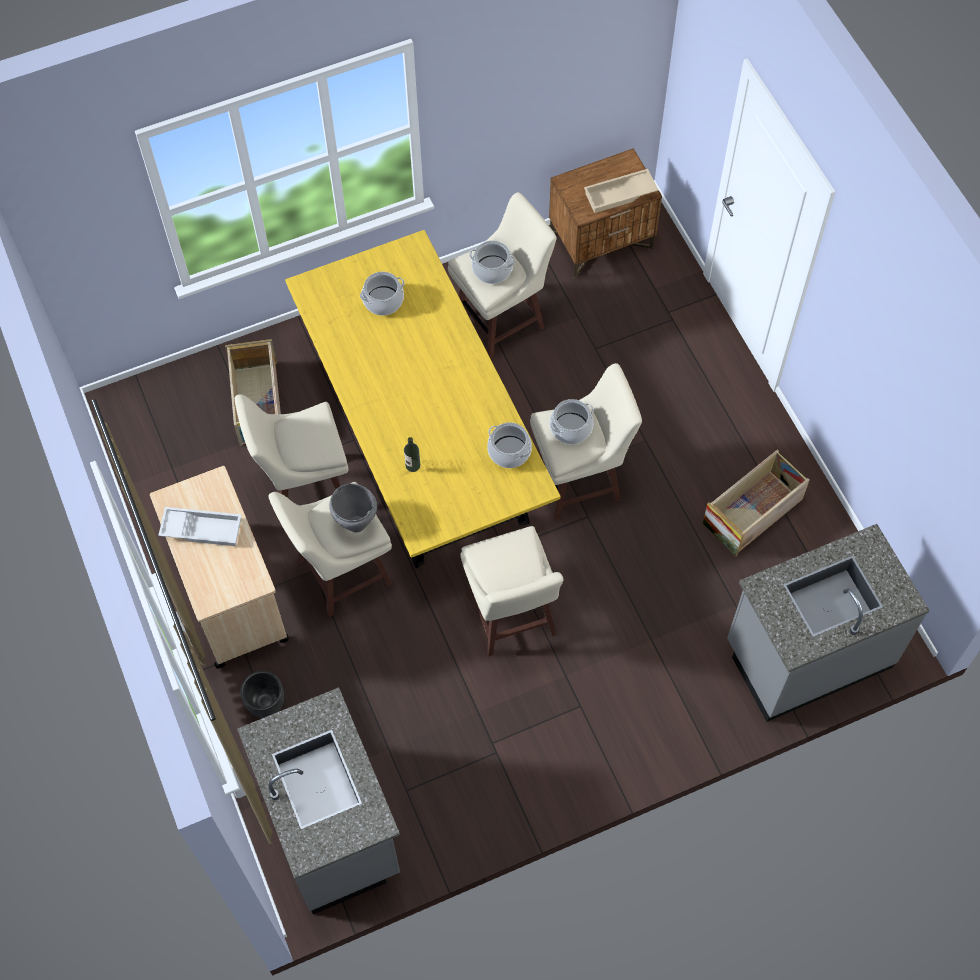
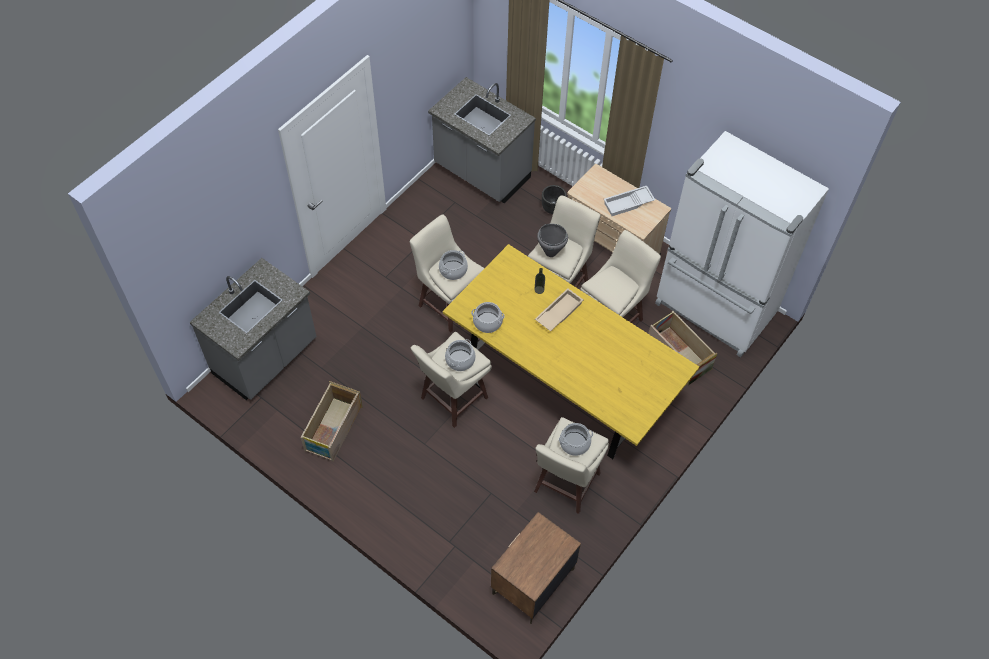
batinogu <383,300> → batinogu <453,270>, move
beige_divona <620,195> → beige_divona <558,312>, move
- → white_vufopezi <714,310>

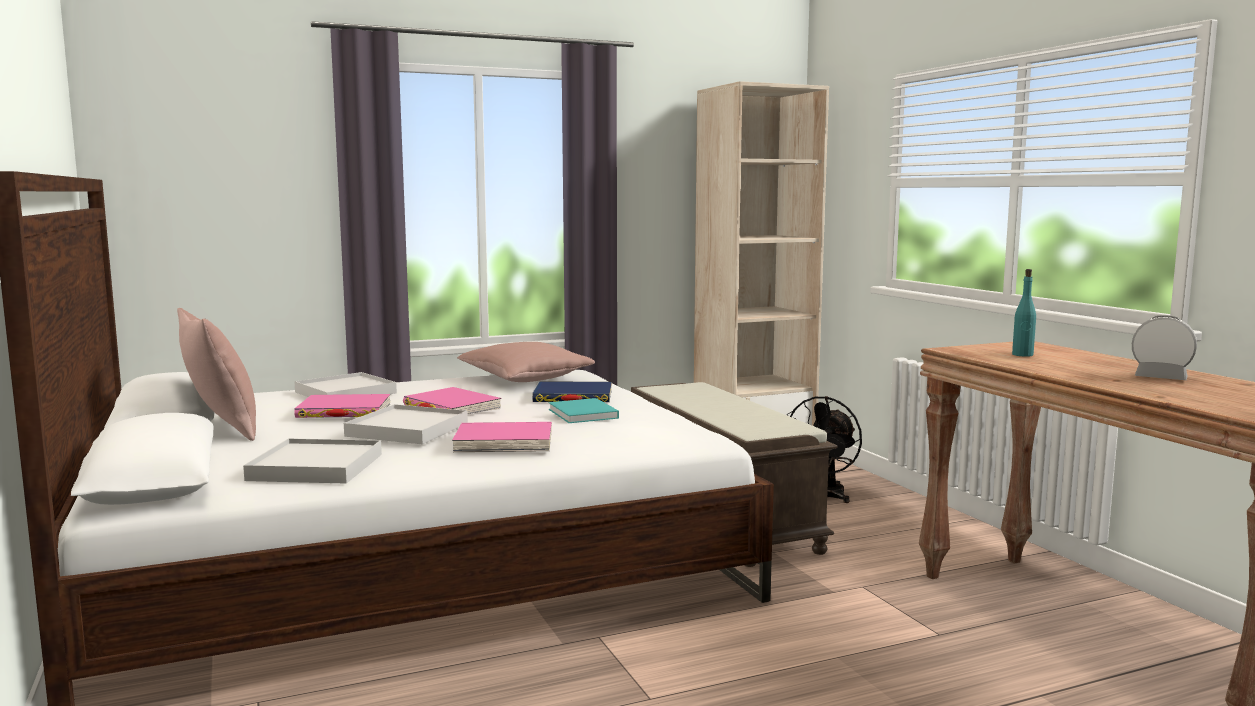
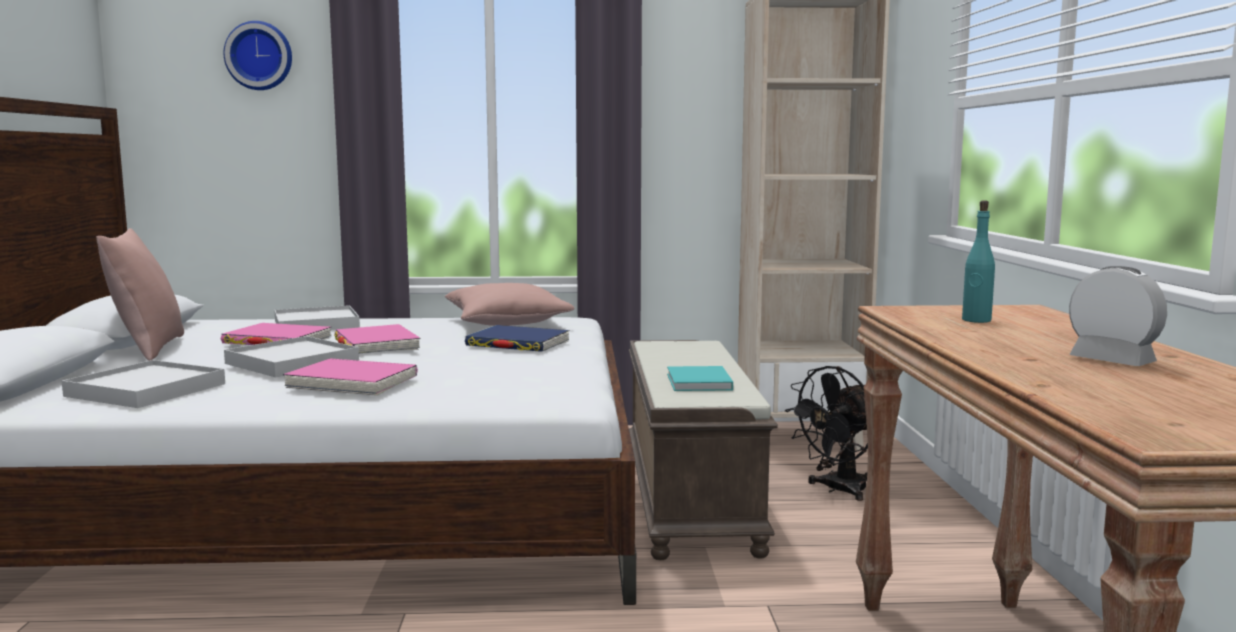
- → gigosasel <260,56>
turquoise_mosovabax <583,414> → turquoise_mosovabax <699,382>, move

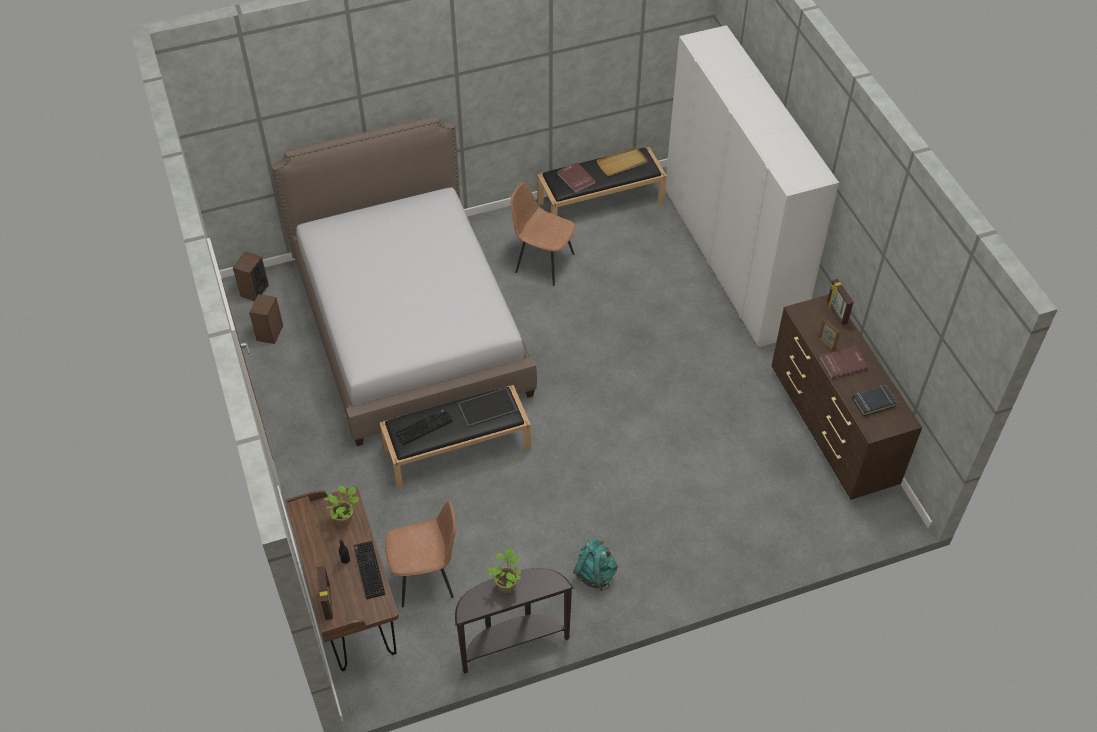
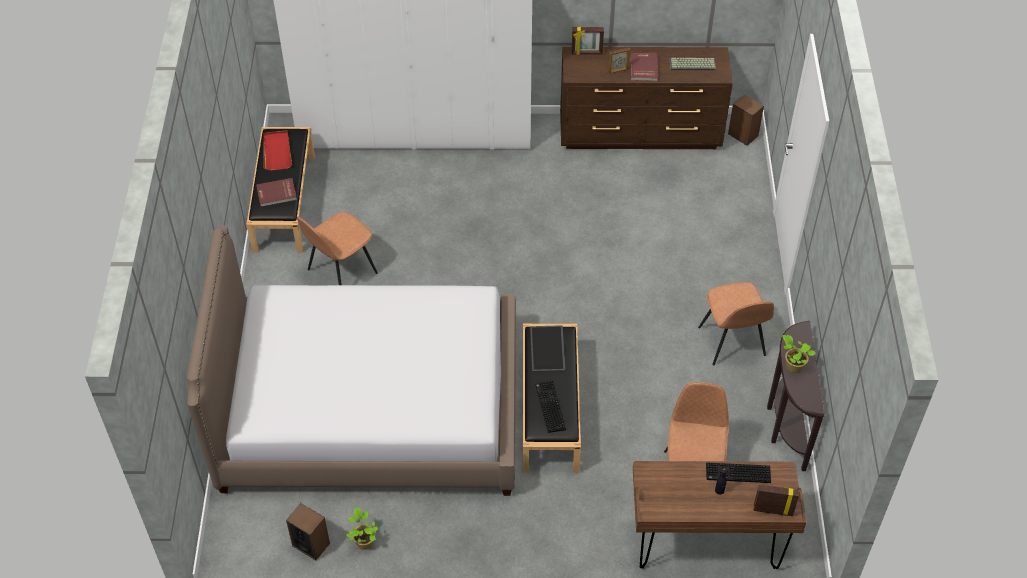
beige_divona <622,163> → red_divona <277,151>
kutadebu <344,518> → kutadebu <364,541>, move
black_mosovabax <873,402> → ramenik <692,65>
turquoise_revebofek <595,574> → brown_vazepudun <732,343>
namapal <254,290> → namapal <743,135>, move

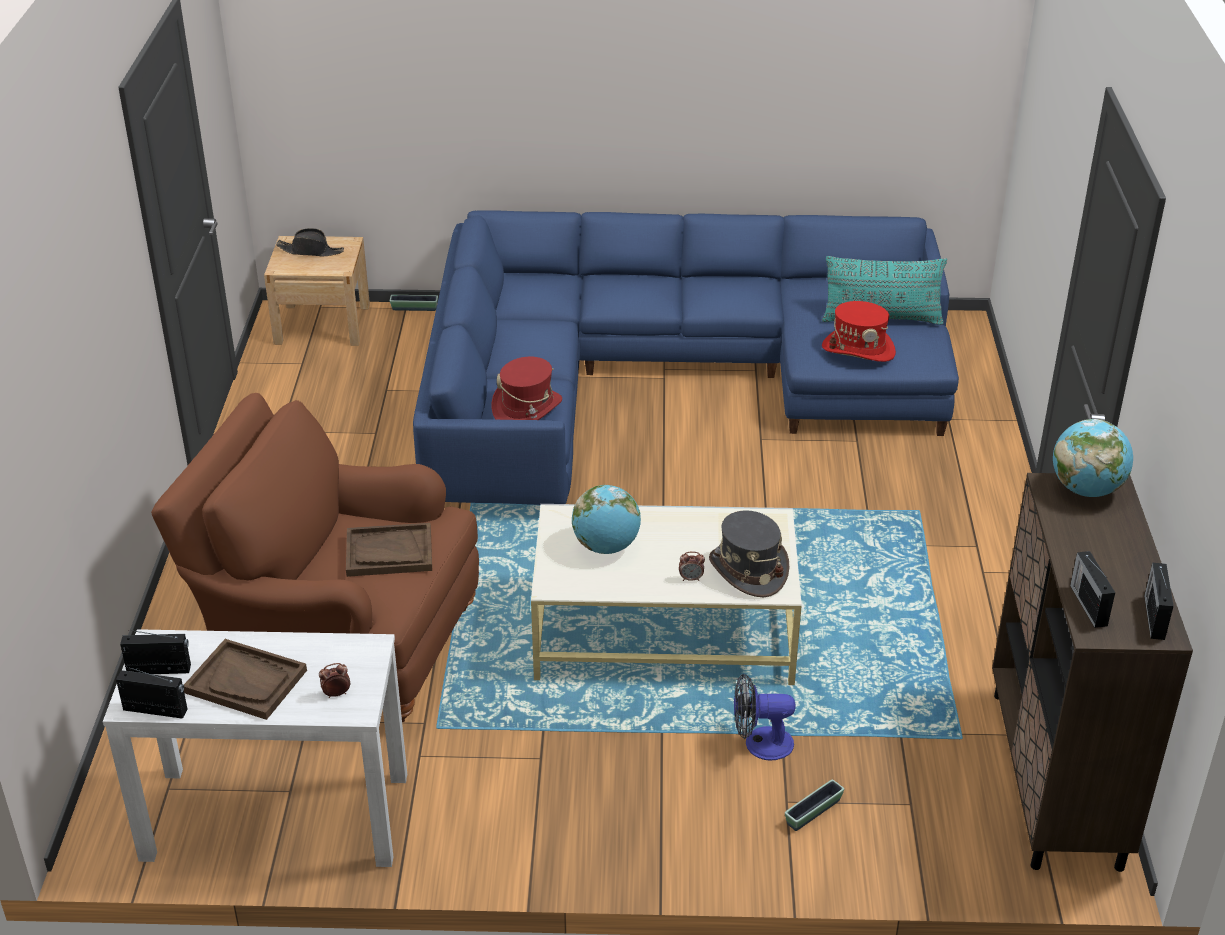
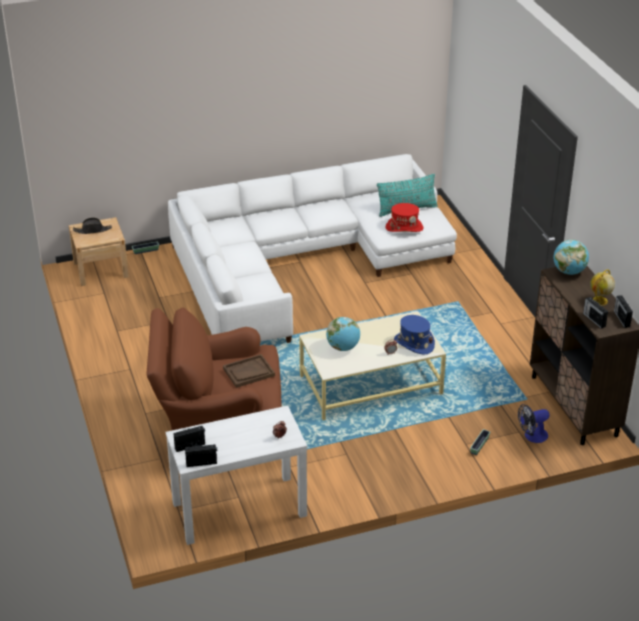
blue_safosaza <664,380> → white_safosaza <300,262>
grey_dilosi <748,570> → blue_dilosi <414,343>
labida <760,743> → labida <532,436>, move
- → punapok <599,301>
brown_divona <246,681> → -
red_dilosi <527,409> → -

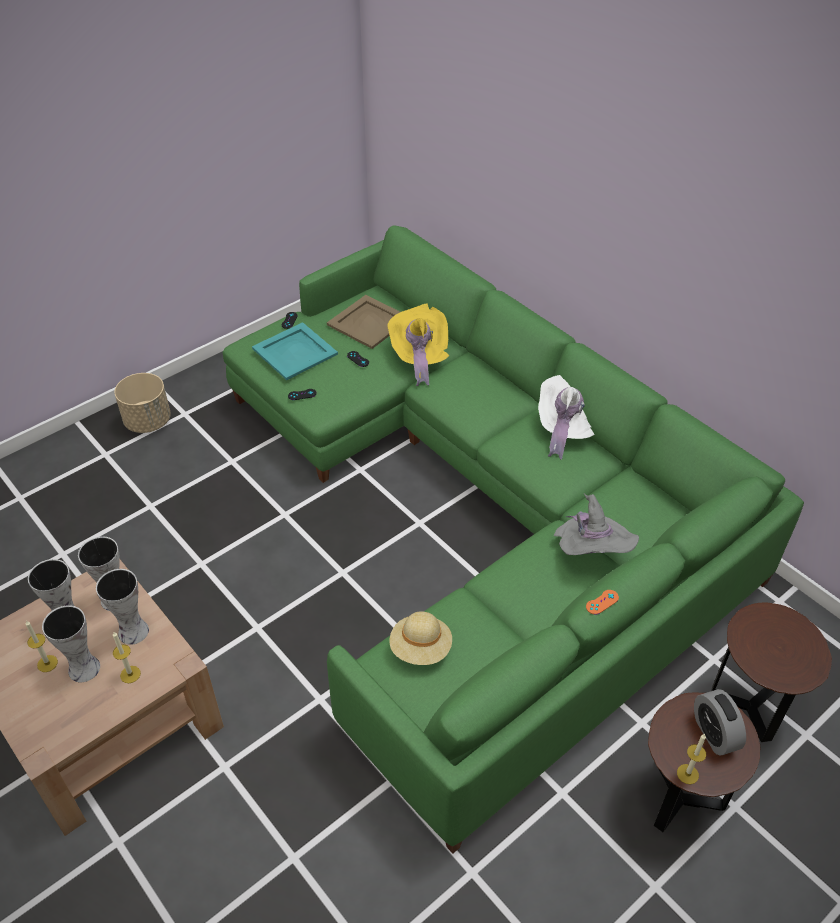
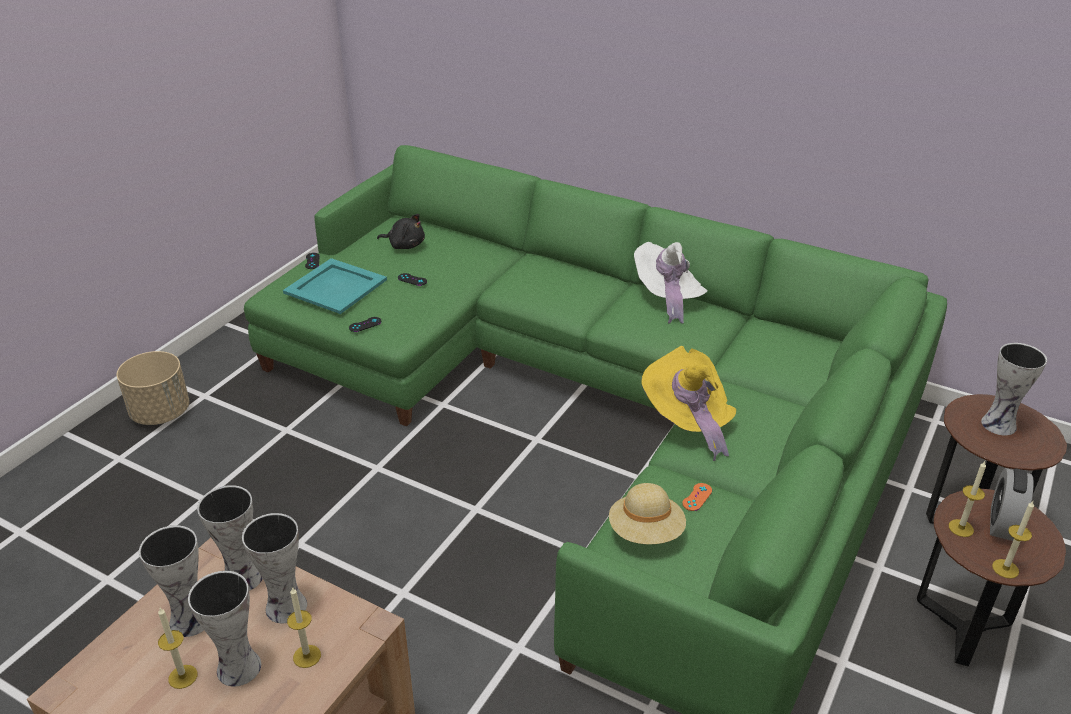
beige_divona <368,321> → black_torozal <405,245>
yellow_dilosi <419,357> → yellow_dilosi <688,422>, move
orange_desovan <602,602> → orange_desovan <697,497>, move
- → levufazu <961,528>
- → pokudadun <1000,425>
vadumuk <714,733> → vadumuk <1003,523>, 60 degrees clockwise
grey_dilosi <590,553> → -

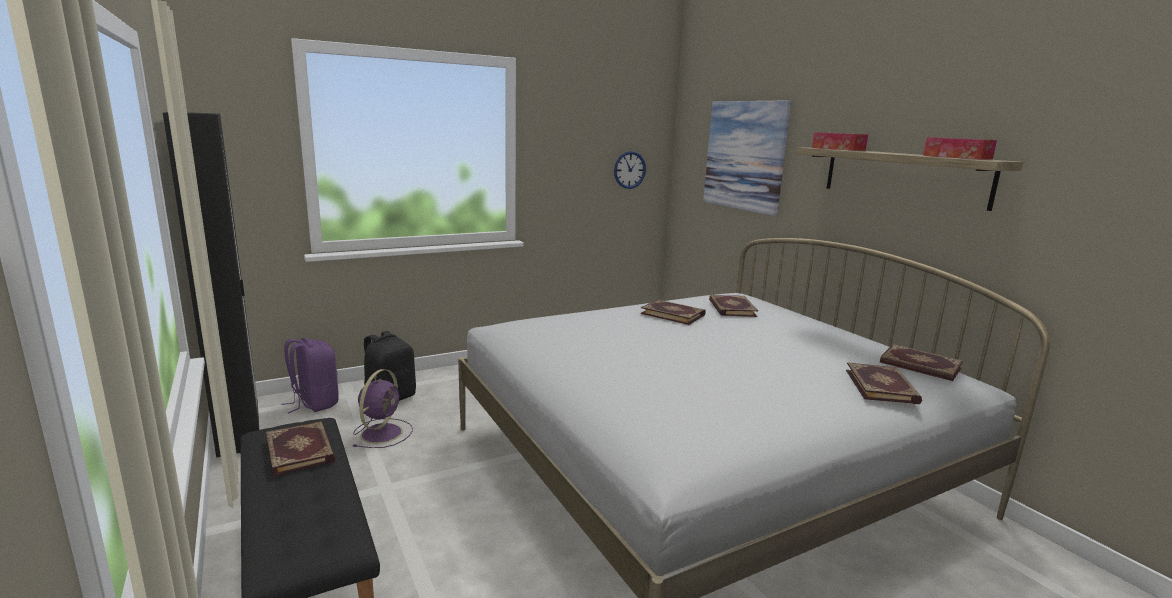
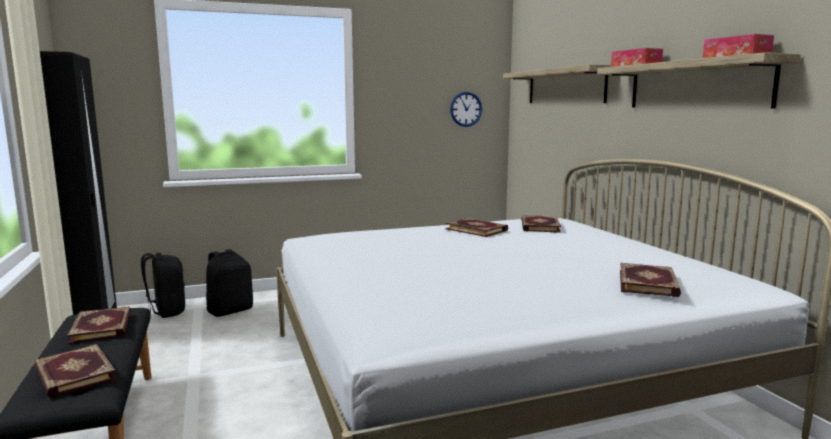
mosovabax <920,366> → mosovabax <73,374>, move
purple_revebofek <314,403> → black_revebofek <165,312>
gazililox <745,155> → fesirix <565,86>
purple_labida <382,432> → -

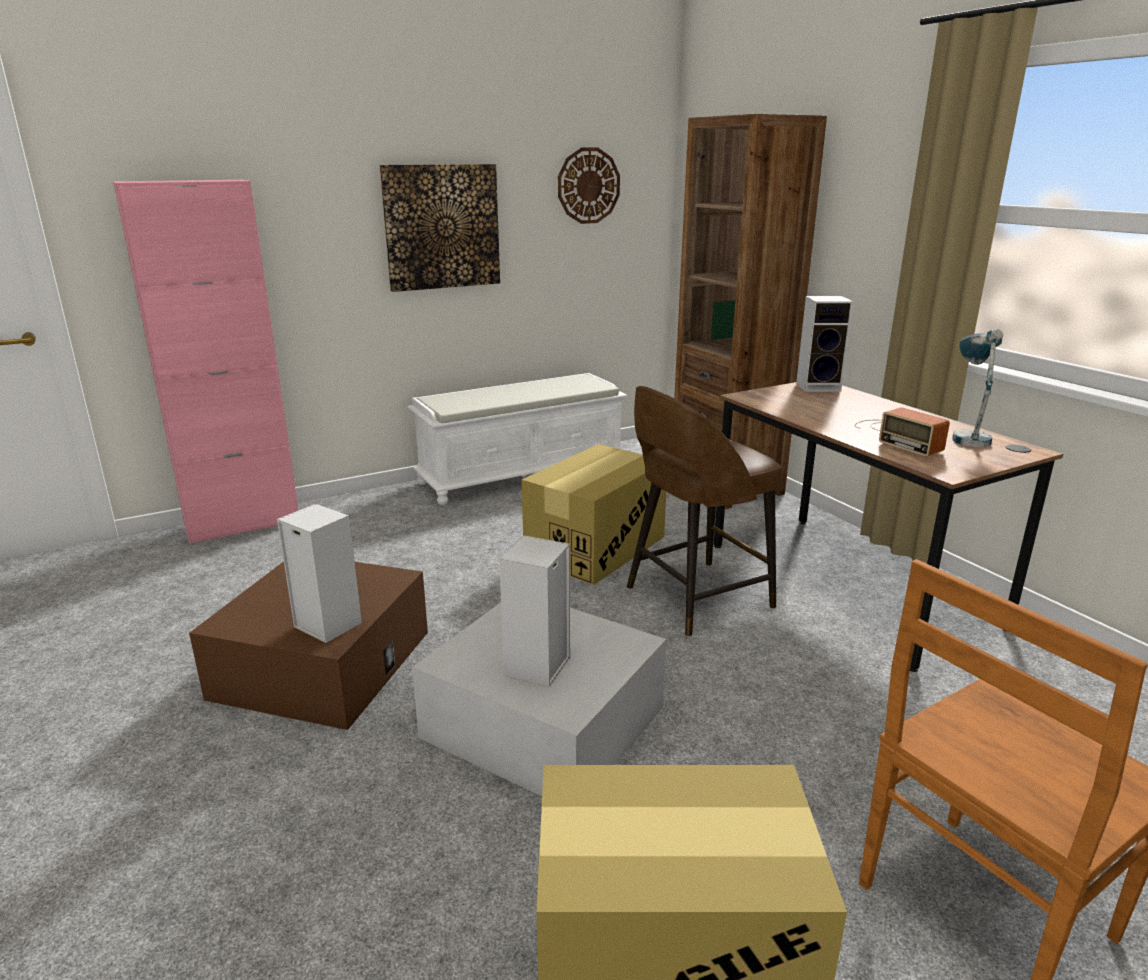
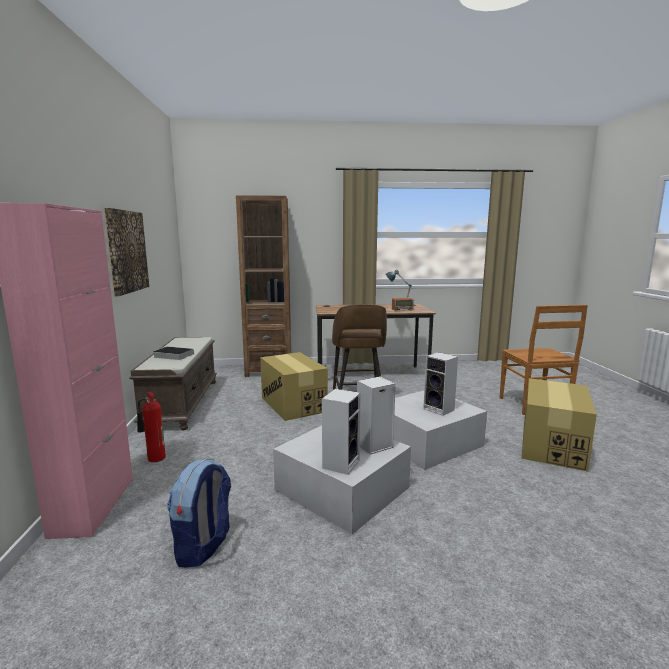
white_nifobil <522,474> → brown_nifobil <181,403>
- → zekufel <155,459>
- → mosovabax <172,355>
- → revebofek <204,546>
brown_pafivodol <323,664> → white_pafivodol <342,488>
namapal <819,386> → namapal <341,463>, move
gigosasel <588,186> → -

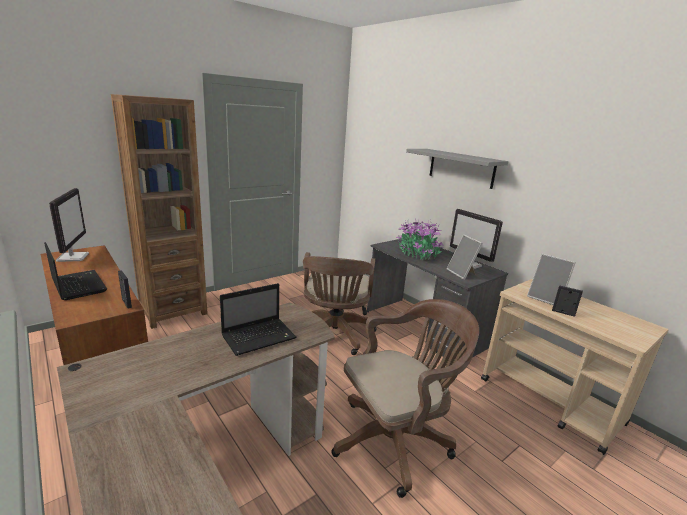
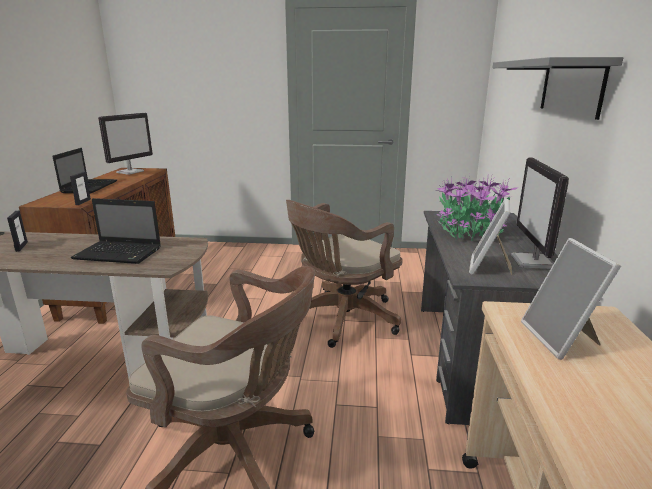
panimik <563,313> → panimik <21,246>, move
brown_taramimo <173,311> → -

